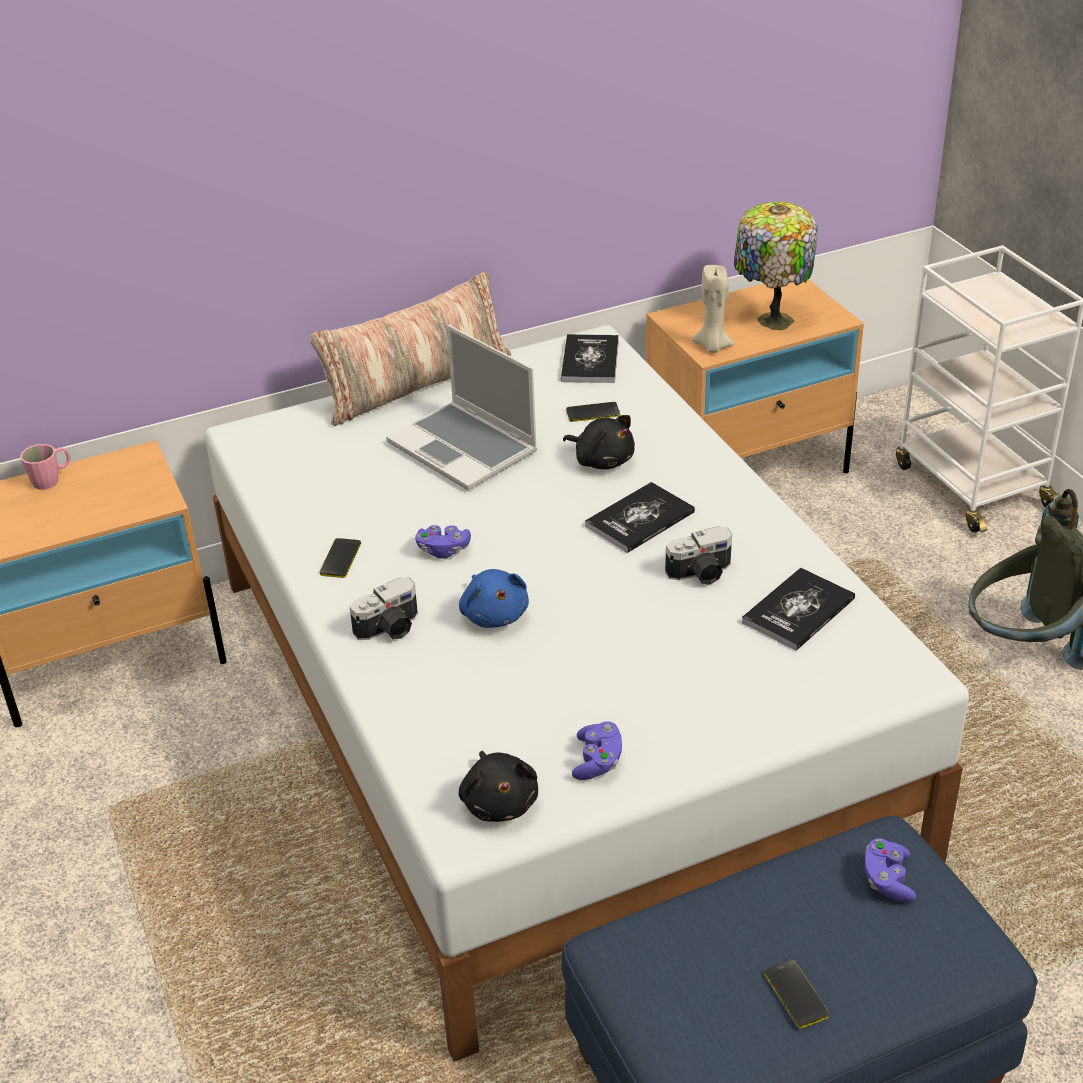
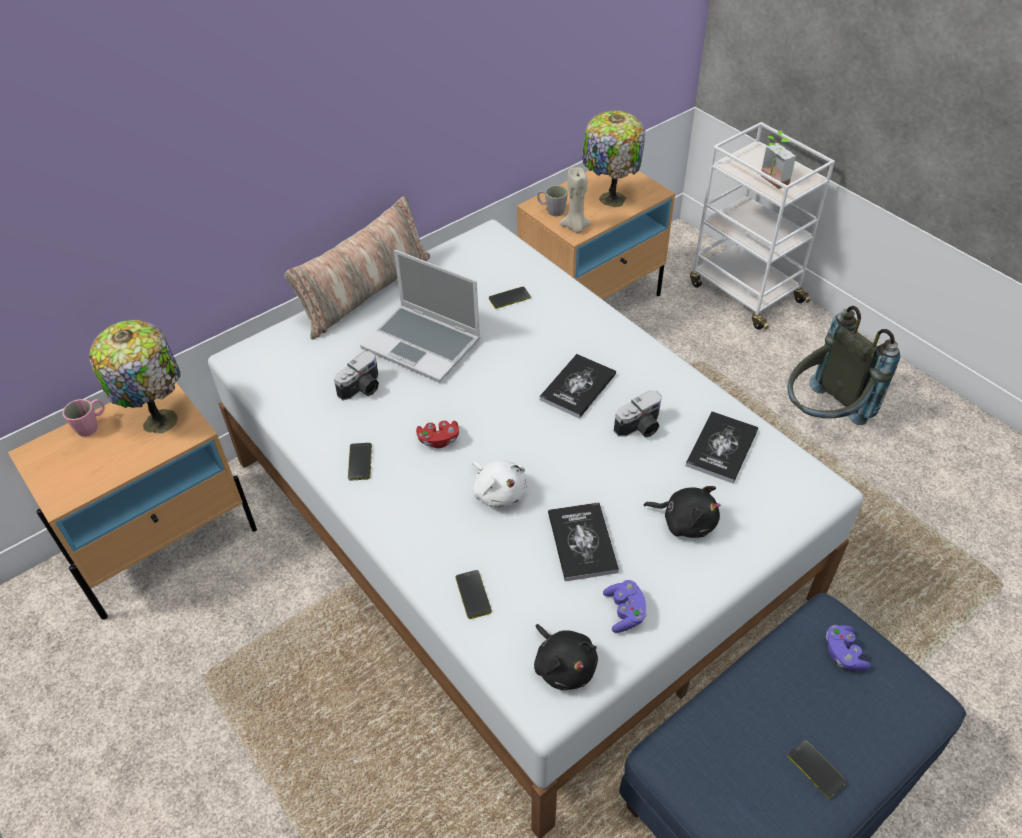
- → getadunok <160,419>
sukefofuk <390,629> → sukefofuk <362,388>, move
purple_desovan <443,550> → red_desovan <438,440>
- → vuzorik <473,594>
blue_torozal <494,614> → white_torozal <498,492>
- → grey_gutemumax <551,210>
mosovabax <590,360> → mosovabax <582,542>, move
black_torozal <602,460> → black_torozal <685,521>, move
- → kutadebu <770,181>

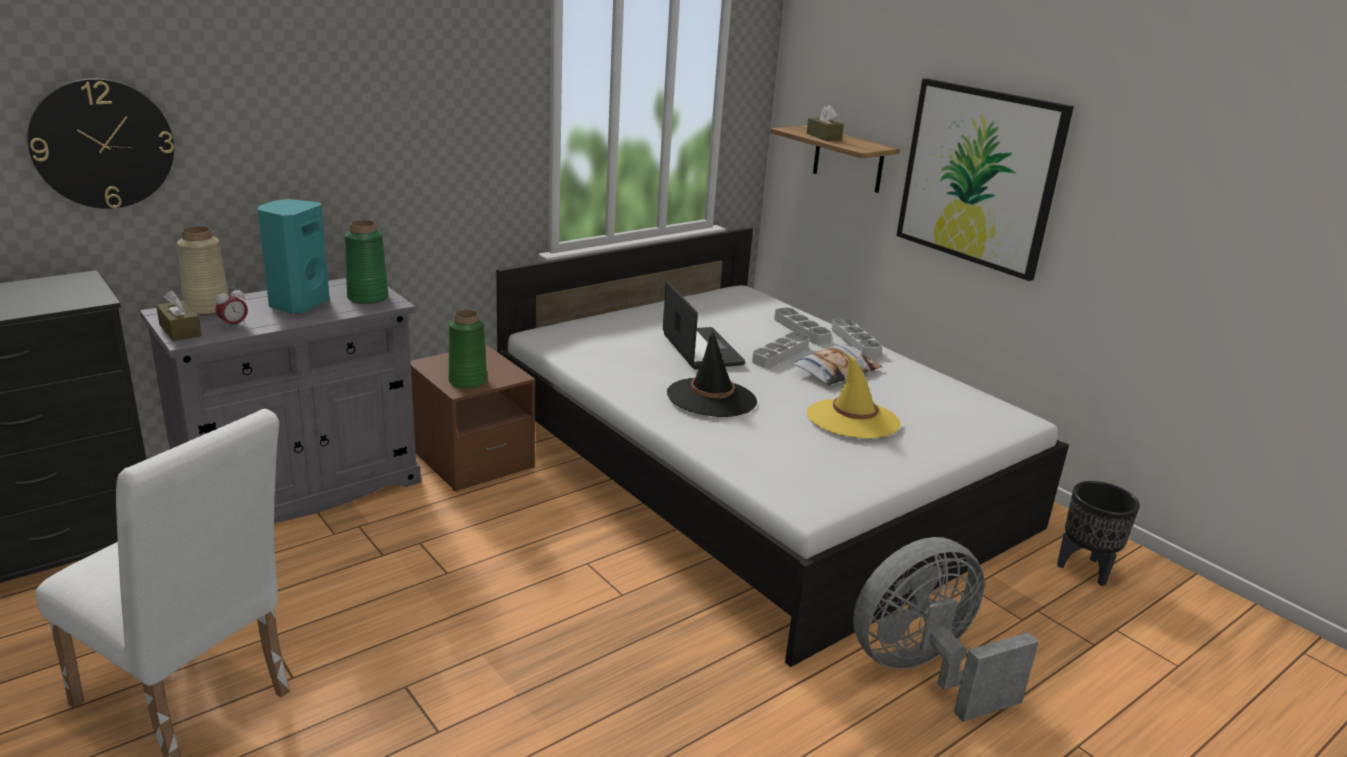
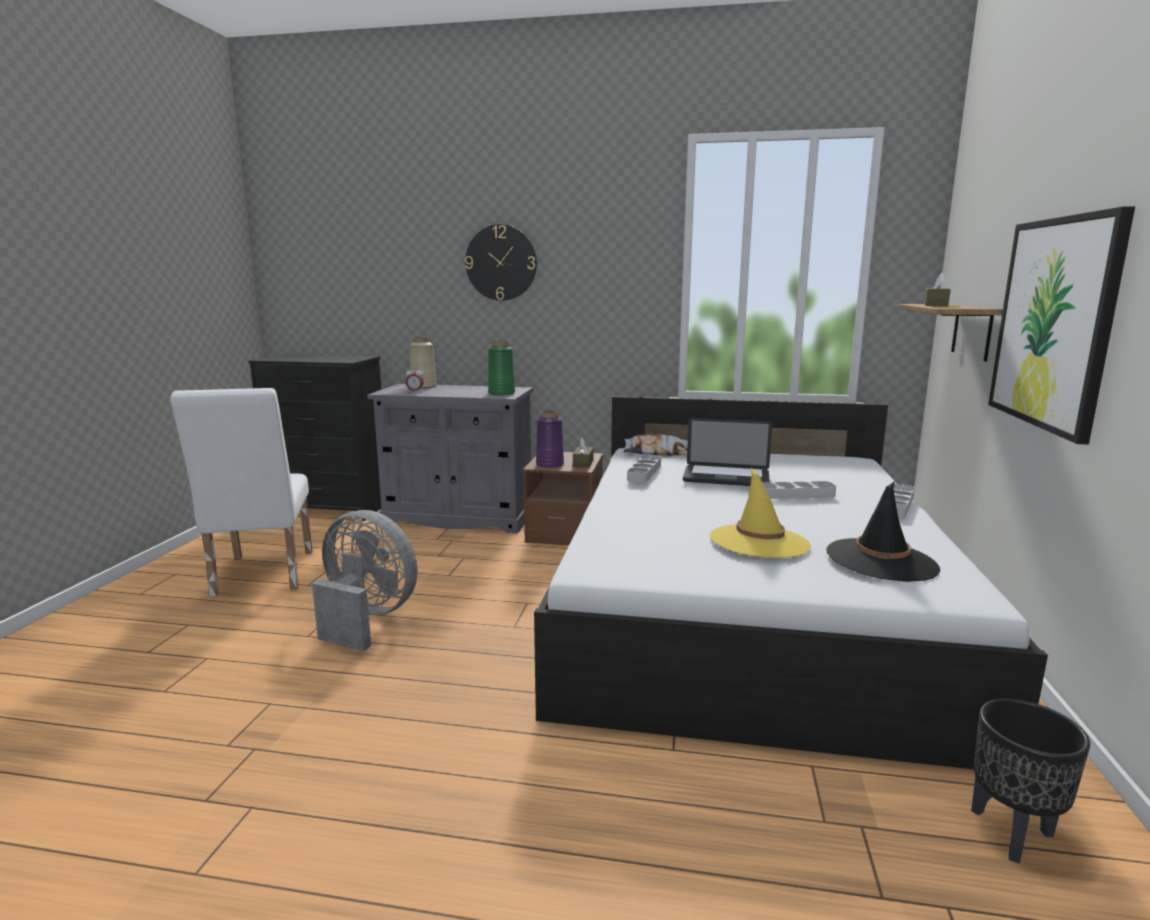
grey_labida <923,672> → grey_labida <366,619>, move
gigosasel <103,144> → gigosasel <501,263>, move
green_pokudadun <467,381> → purple_pokudadun <549,464>
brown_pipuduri <180,330> → brown_pipuduri <583,463>, move
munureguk <835,371> → munureguk <656,452>, move
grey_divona <801,330> → grey_divona <644,472>, move
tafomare <702,350> → tafomare <726,477>, 75 degrees clockwise
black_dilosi <711,398> → black_dilosi <881,560>, move
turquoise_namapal <297,304> → -

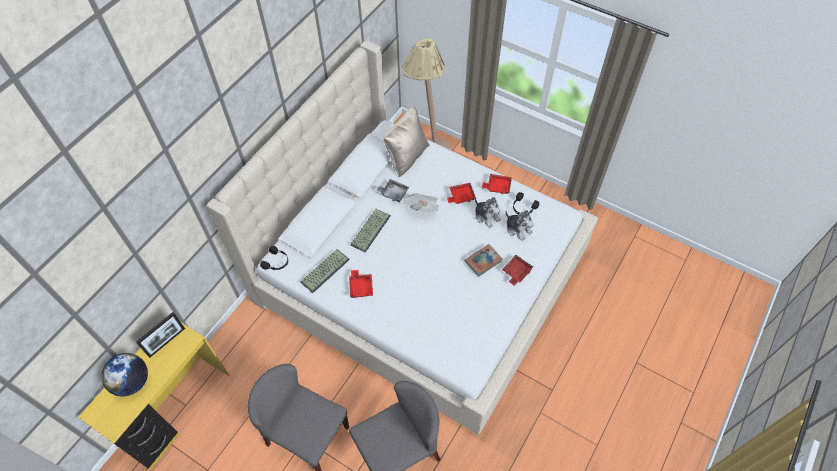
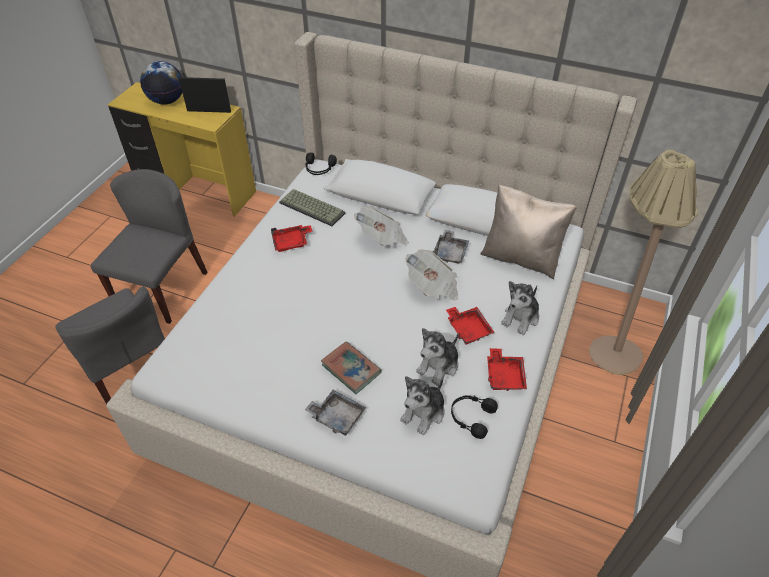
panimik <166,342> → panimik <209,111>, 150 degrees clockwise
red_divona <516,272> → grey_divona <337,416>
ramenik <370,229> → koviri <382,238>
- → torozal <521,318>

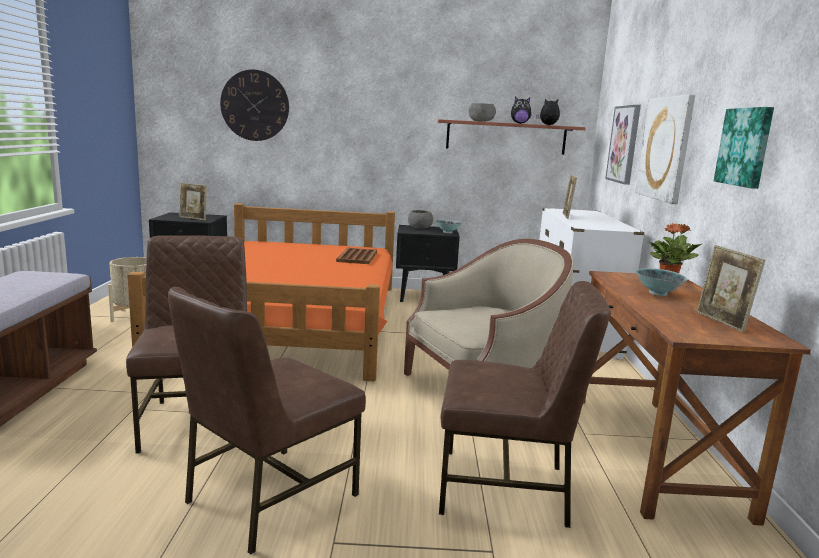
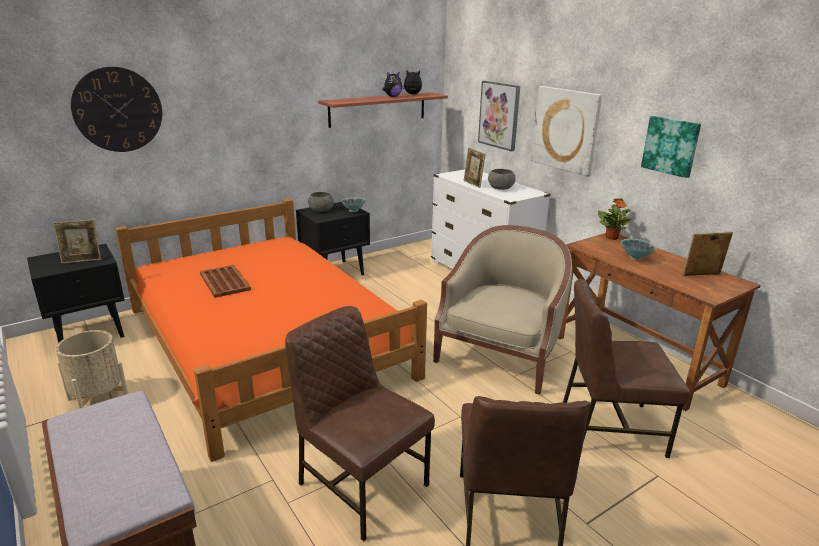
brown_divona <357,257> → brown_divona <224,282>, move
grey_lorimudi <481,121> → grey_lorimudi <500,188>, move
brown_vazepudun <506,488> → brown_vazepudun <609,427>, 150 degrees counterclockwise
panimik <722,322> → panimik <701,276>, 135 degrees clockwise

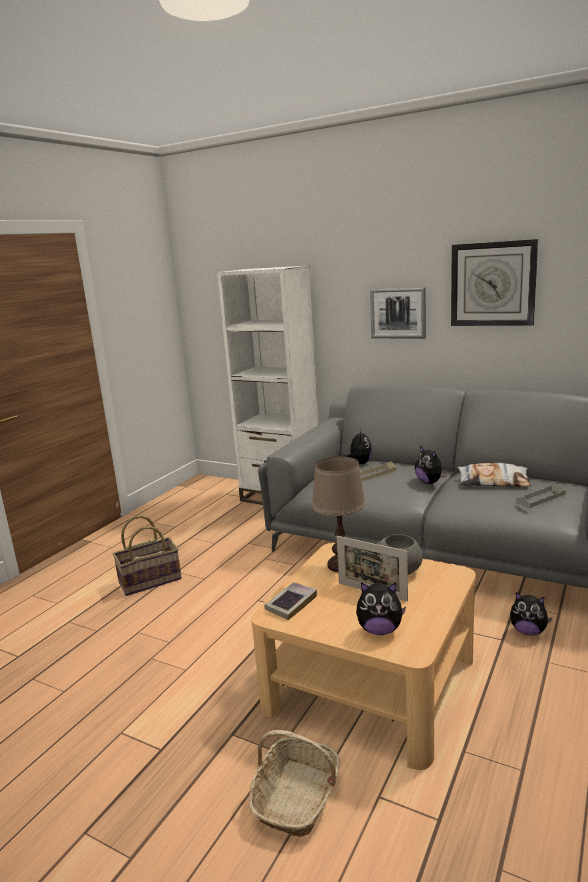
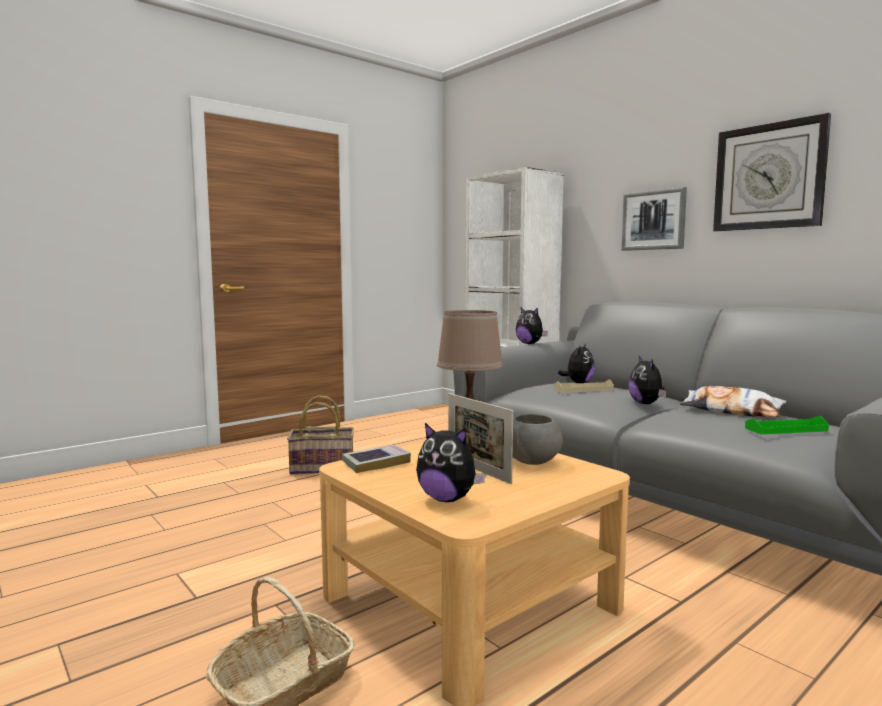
torozal <528,631> → torozal <530,344>, move
grey_divona <541,498> → green_divona <786,429>

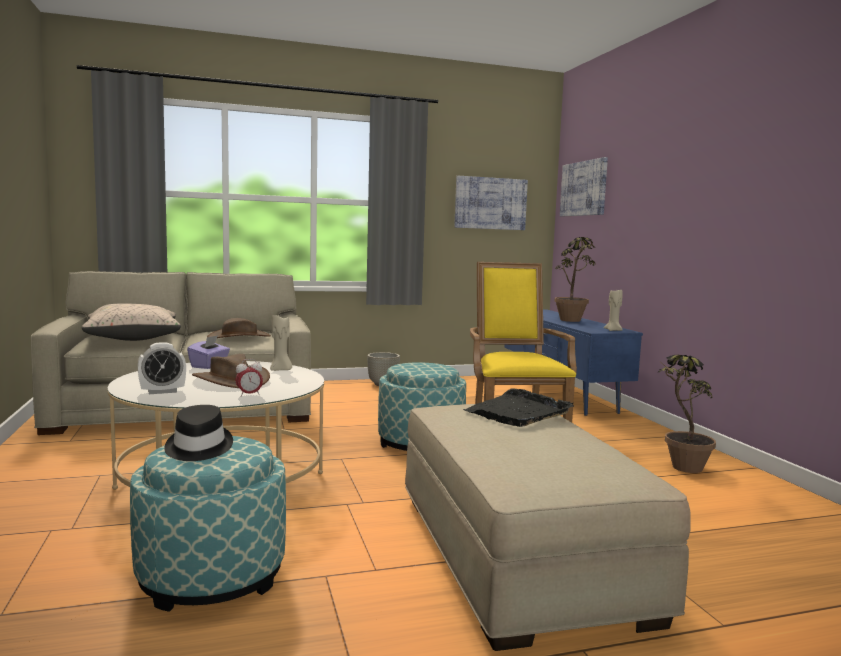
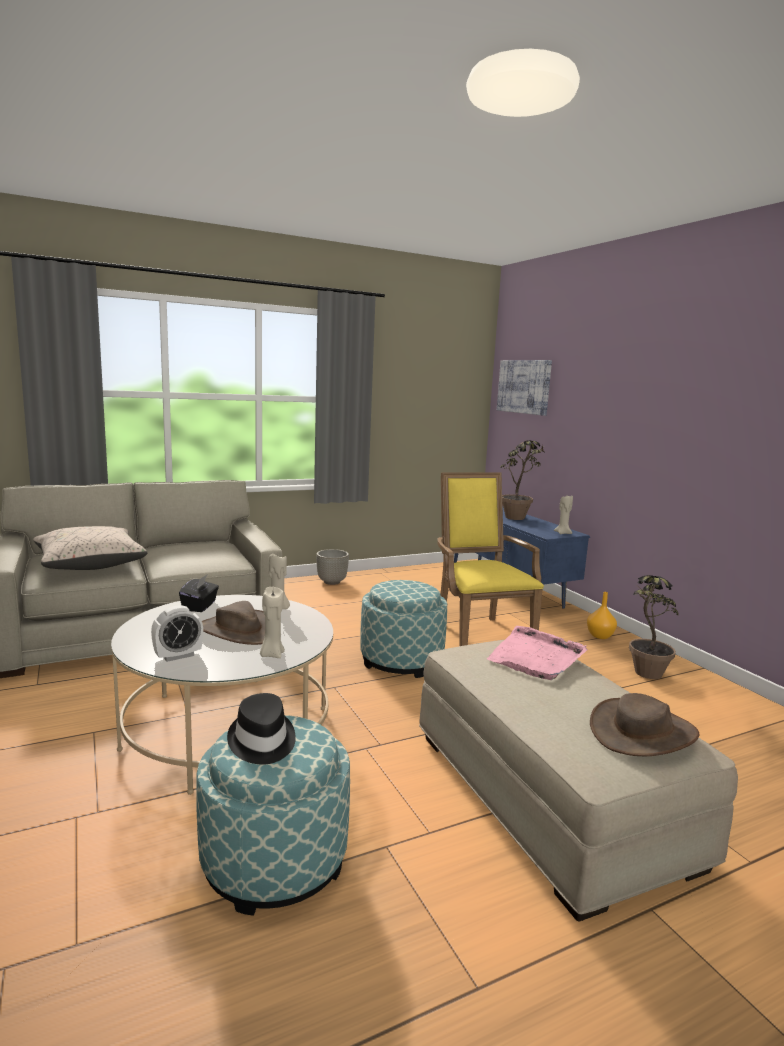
purple_pipuduri <209,365> → black_pipuduri <200,606>
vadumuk <249,395> → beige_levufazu <271,654>
black_divona <518,412> → pink_divona <536,657>
- → orange_pokudadun <600,636>
brown_dilosi <239,337> → brown_dilosi <643,732>, move
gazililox <490,203> → -

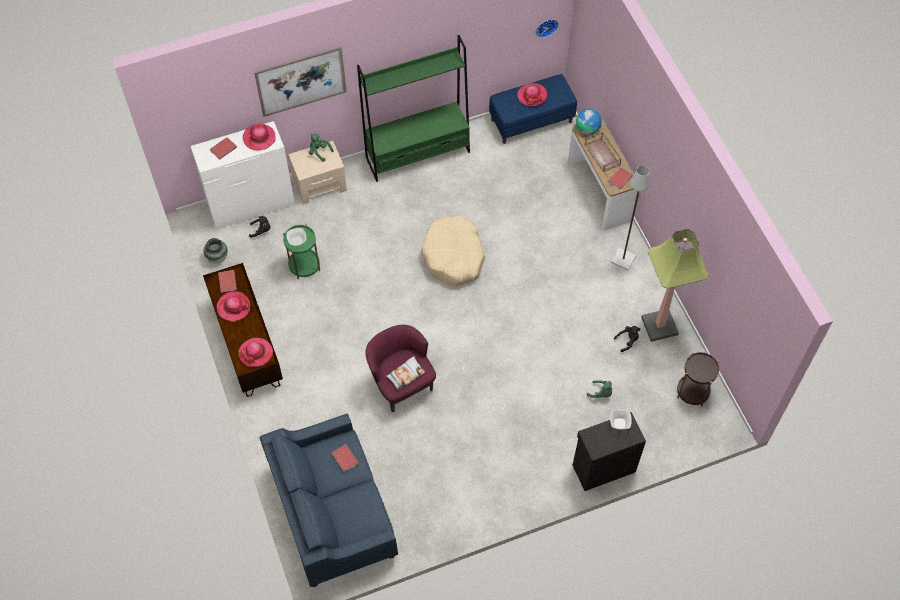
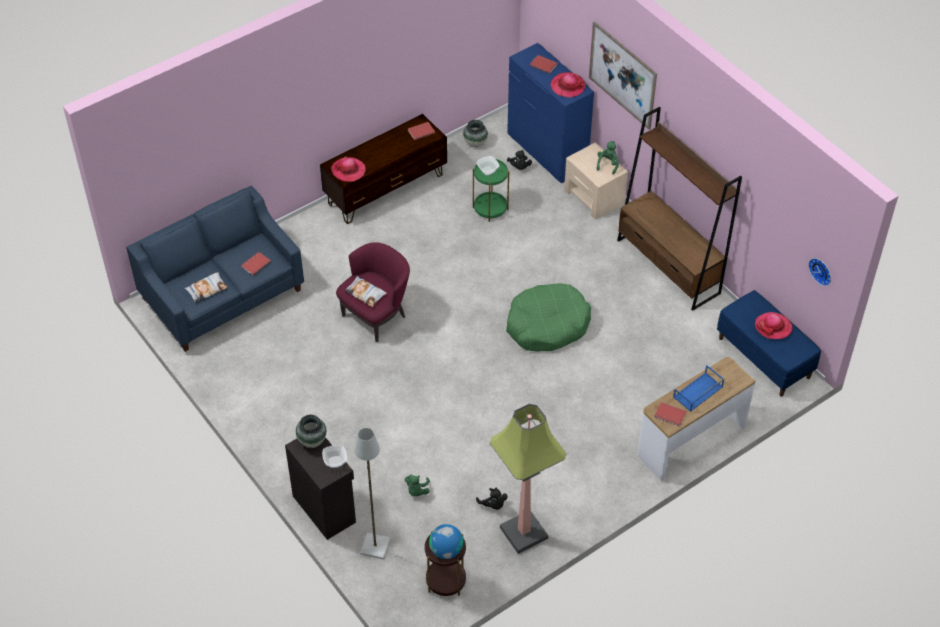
- → munureguk <206,289>
- → pokudadun <312,441>
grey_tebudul <623,259> → grey_tebudul <375,547>, move
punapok <587,129> → punapok <446,550>, move
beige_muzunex <453,256> → green_muzunex <547,325>
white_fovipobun <251,204> → blue_fovipobun <547,151>
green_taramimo <418,155> → brown_taramimo <668,267>
brown_divona <603,155> → blue_divona <698,392>
dilosi <233,307> → -

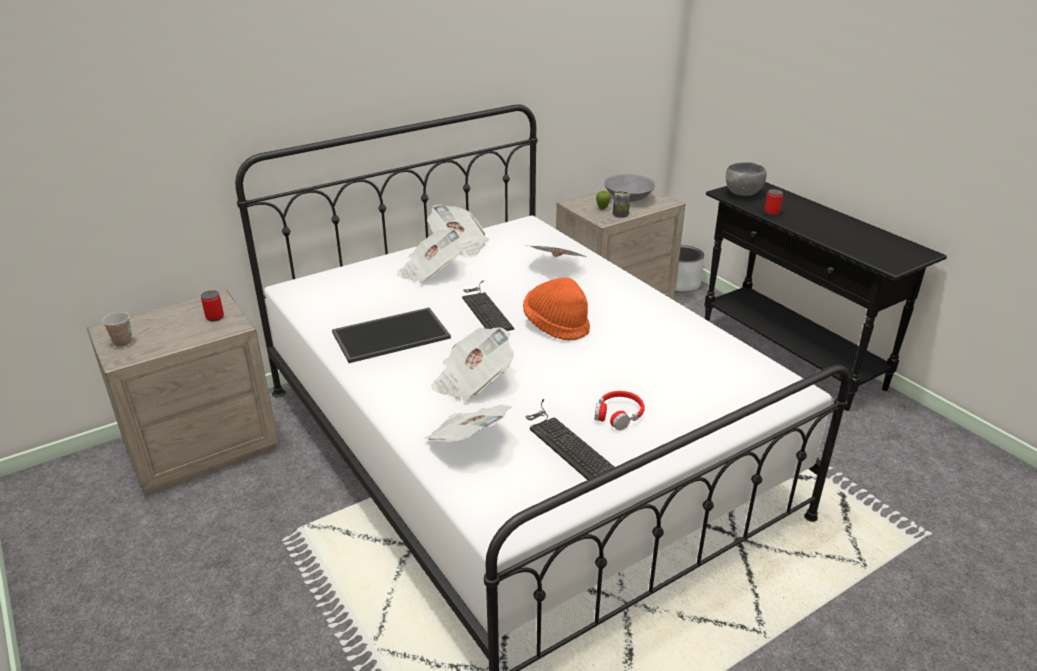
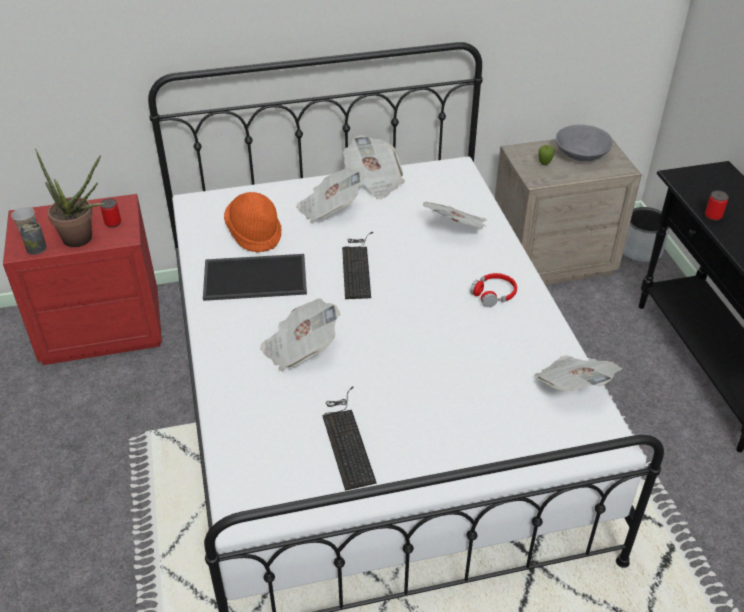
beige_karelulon <202,447> → red_karelulon <102,329>
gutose <620,214> → gutose <36,248>, move
- → kutadebu <83,240>
orange_dilosi <556,325> → orange_dilosi <255,234>, move
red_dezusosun <618,415> → red_dezusosun <494,294>, move
koviri <468,441> → koviri <573,386>, move
grey_lorimudi <743,194> → -

